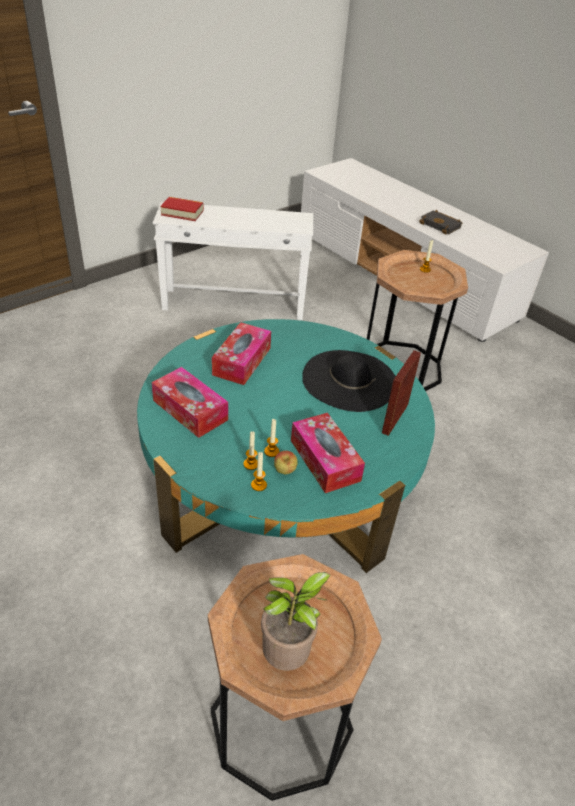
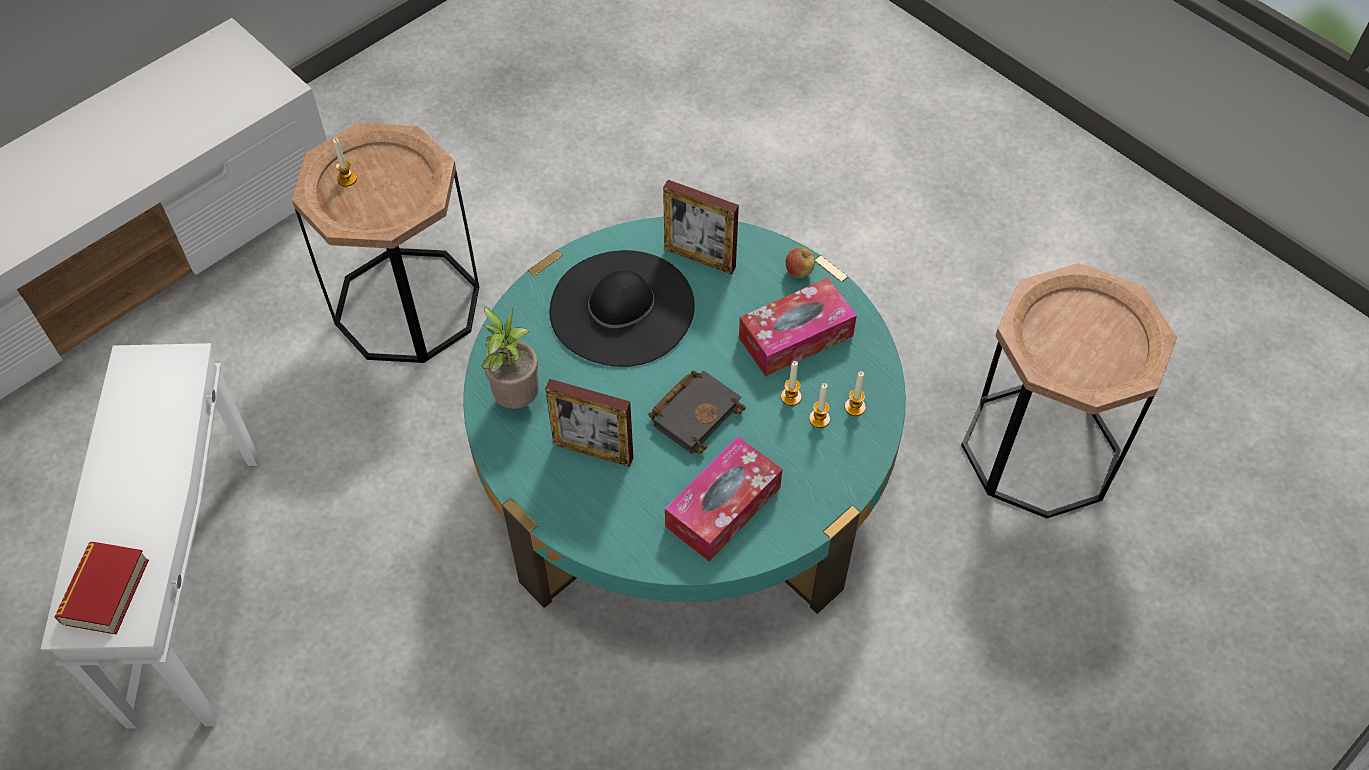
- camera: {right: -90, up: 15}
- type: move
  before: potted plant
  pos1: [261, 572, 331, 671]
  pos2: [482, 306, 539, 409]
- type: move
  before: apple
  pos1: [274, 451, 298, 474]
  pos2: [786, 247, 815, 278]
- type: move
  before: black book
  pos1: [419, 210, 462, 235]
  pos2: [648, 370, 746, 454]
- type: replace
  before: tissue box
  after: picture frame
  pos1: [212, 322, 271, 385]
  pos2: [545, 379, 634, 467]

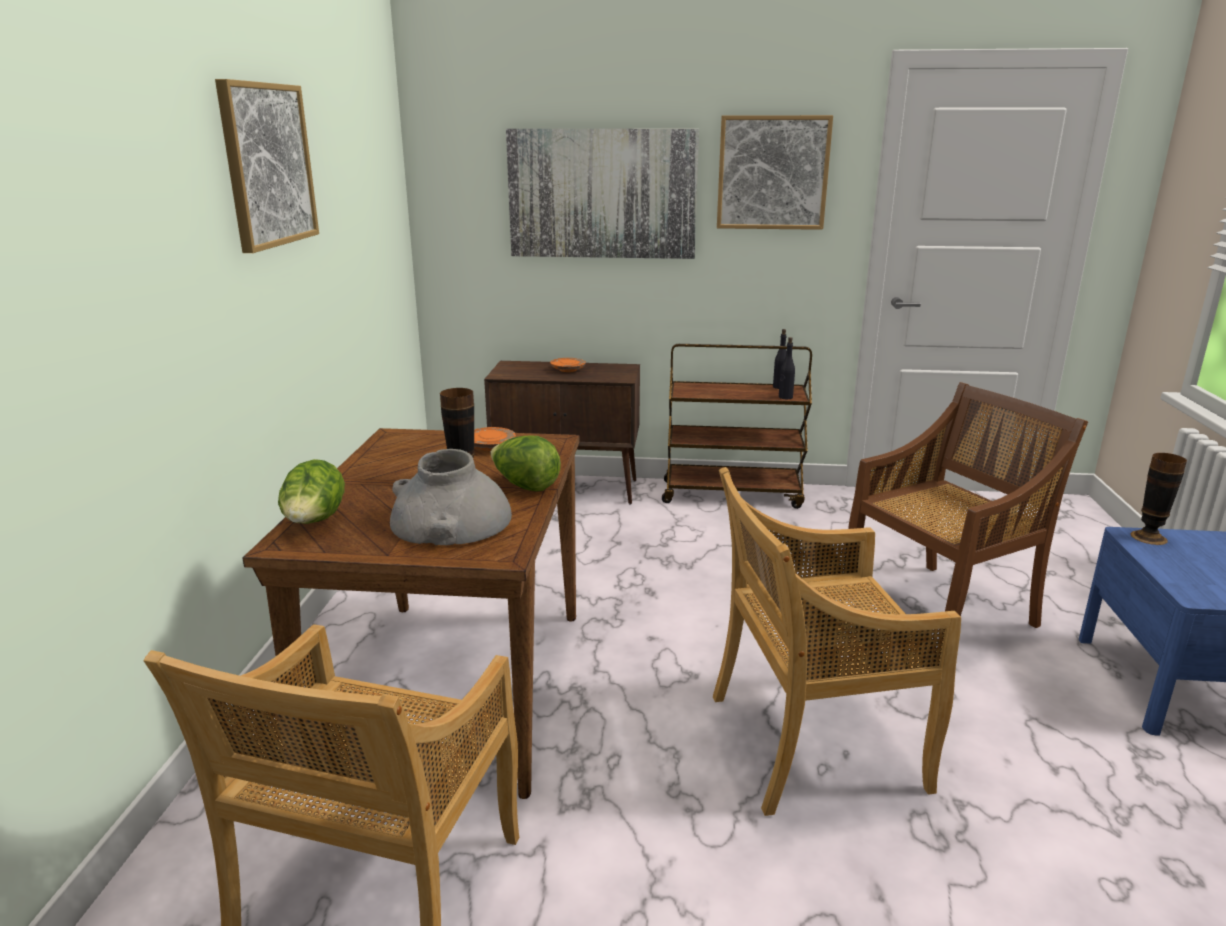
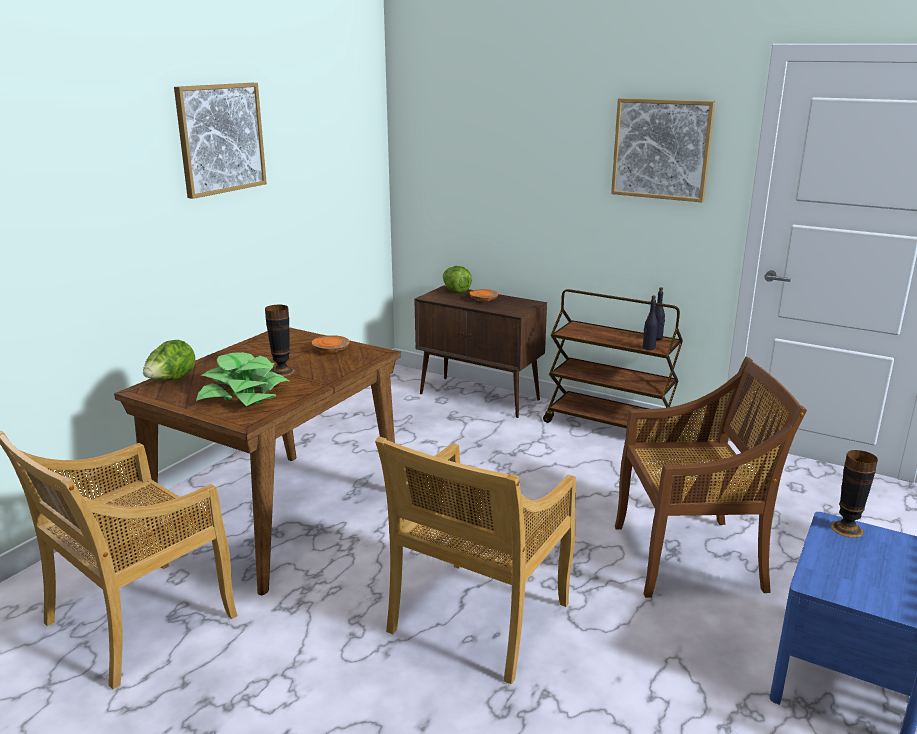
- camera: {right: 25, up: 0}
- type: delete
  before: picture
  pos1: [506, 129, 699, 259]
- type: move
  before: lettuce
  pos1: [490, 435, 561, 491]
  pos2: [443, 266, 472, 293]
- type: replace
  before: grey vase
  after: potted plant
  pos1: [390, 449, 512, 545]
  pos2: [196, 352, 291, 406]
- type: rotate
  before: beige chair
  pos1: [713, 467, 961, 816]
  pos2: [375, 437, 576, 684]
  turn: -75

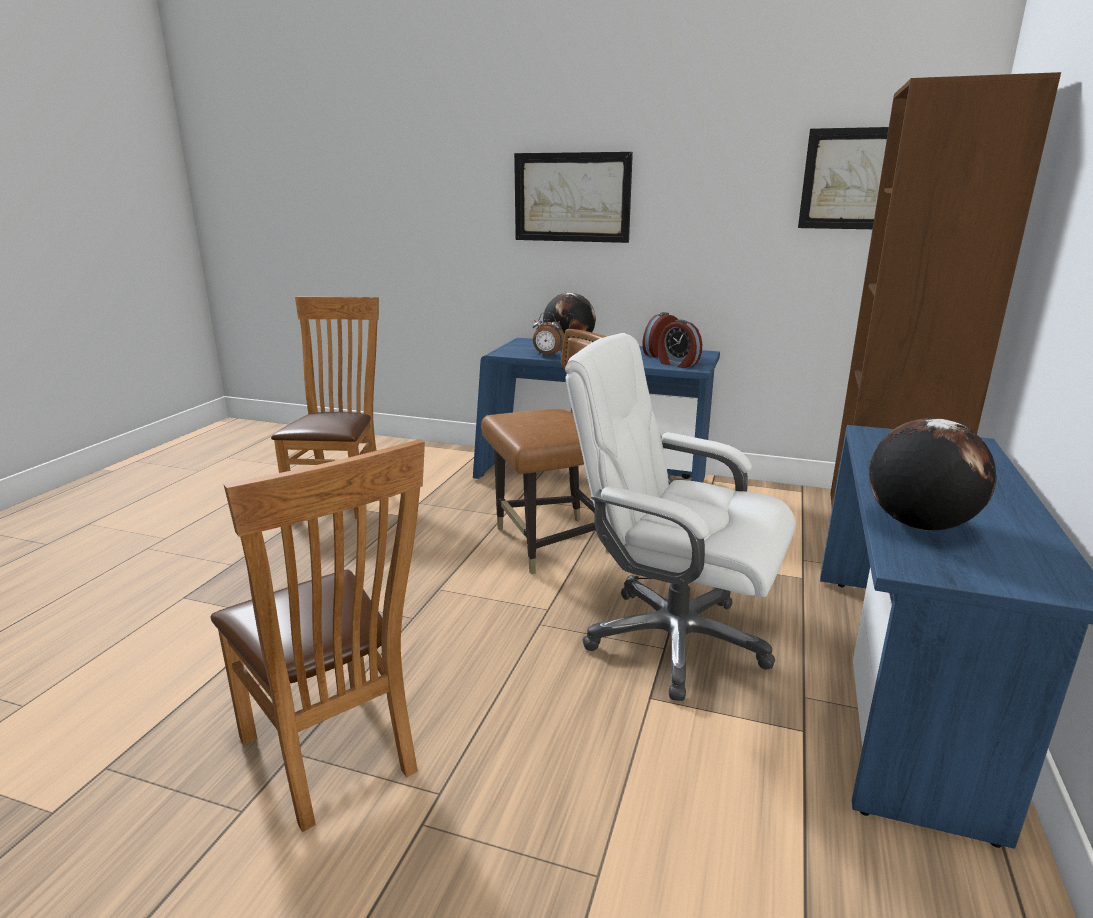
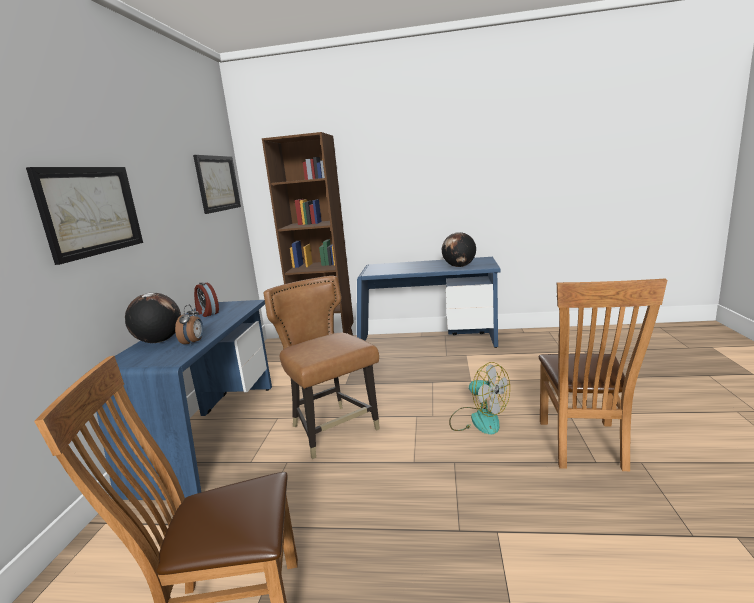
- camera: {right: -100, up: -5}
- type: delete
  before: white office chair
  pos1: [565, 333, 796, 701]
- type: delete
  before: alarm clock
  pos1: [658, 320, 702, 368]
- type: insert
  after: fan
  pos2: [449, 362, 510, 434]
- type: rotate
  before: brown chair
  pos1: [211, 439, 425, 832]
  pos2: [538, 279, 667, 471]
  turn: 150

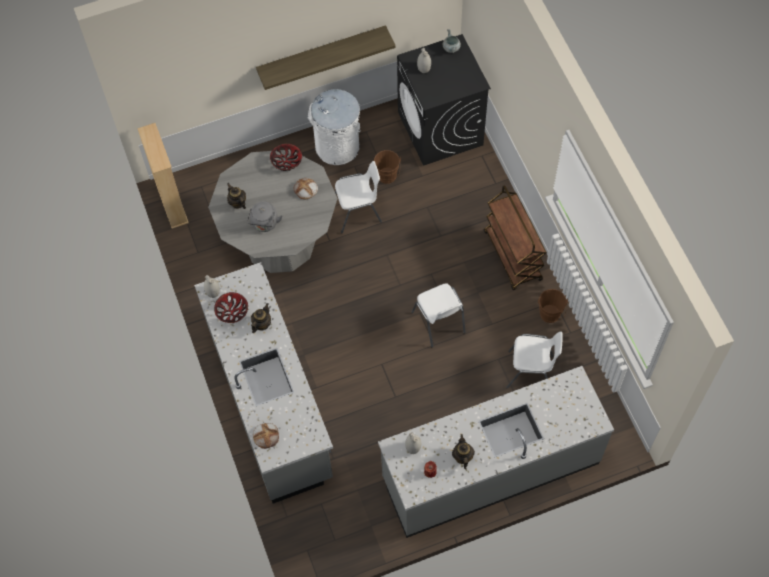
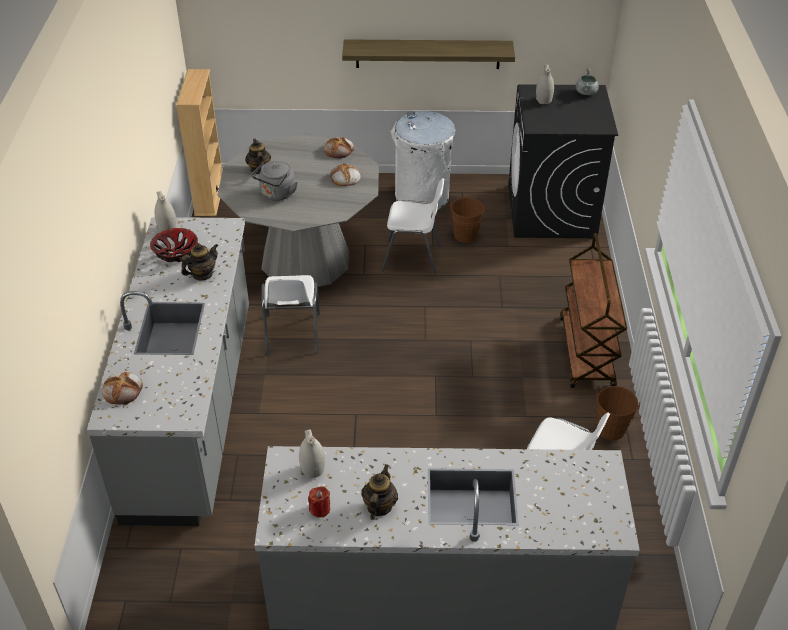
- camera: {right: 20, up: -20}
- type: move
  before: white chair
  pos1: [411, 283, 466, 347]
  pos2: [261, 275, 320, 355]
- type: replace
  before: bowl
  after: bread
  pos1: [270, 143, 302, 171]
  pos2: [324, 137, 354, 158]

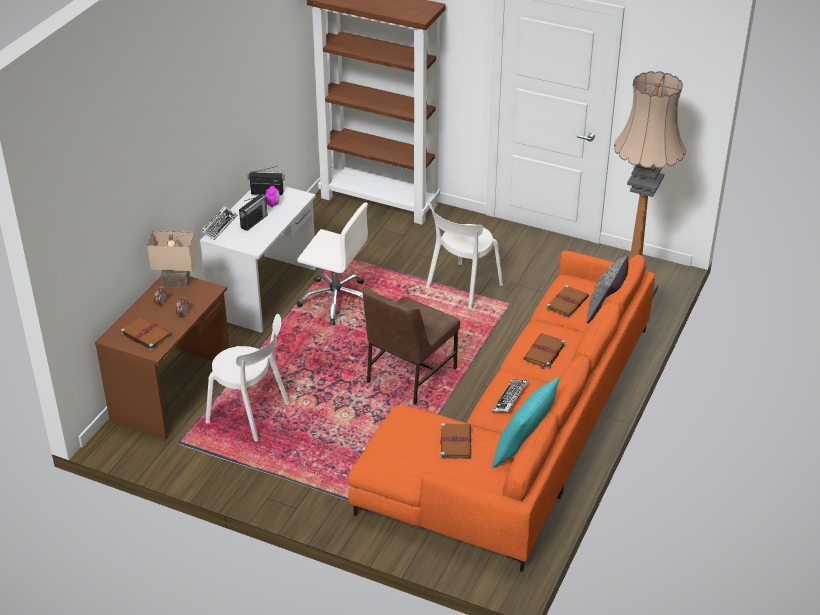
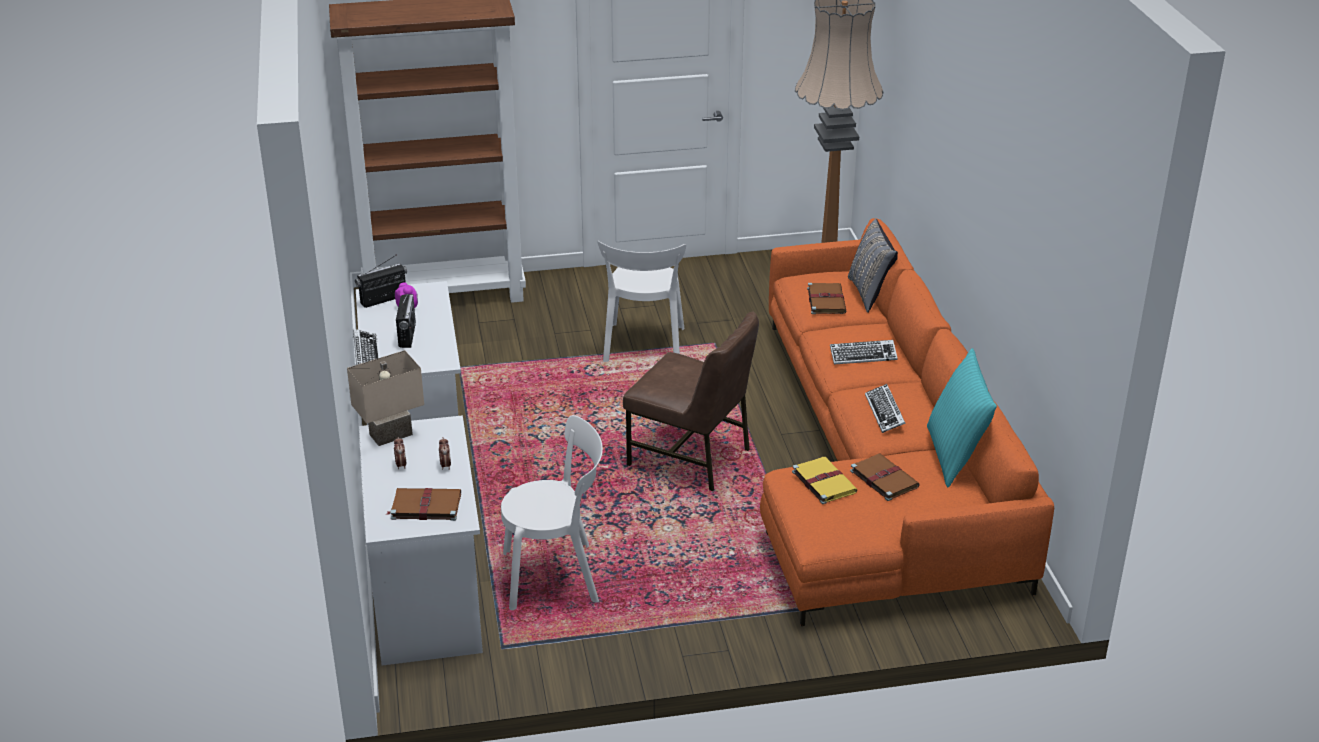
- camera: {right: -35, up: -5}
- type: delete
  before: white office chair
  pos1: [296, 202, 368, 325]
- type: insert
  after: yellow book
  pos2: [792, 457, 858, 504]
- type: replace
  before: brown book
  after: keyboard
  pos1: [523, 333, 566, 369]
  pos2: [830, 340, 898, 364]
- type: recolor
  before: brown desk
  after: white desk
  pos1: [95, 276, 230, 440]
  pos2: [359, 415, 483, 666]
- type: rotate
  before: brown chair
  pos1: [363, 287, 460, 405]
  pos2: [623, 312, 759, 491]
  turn: -60

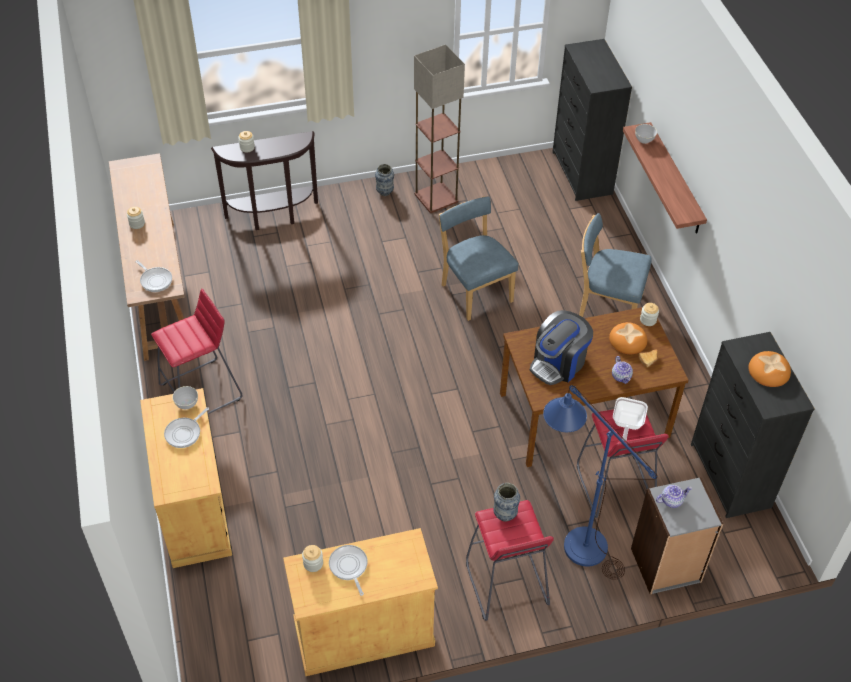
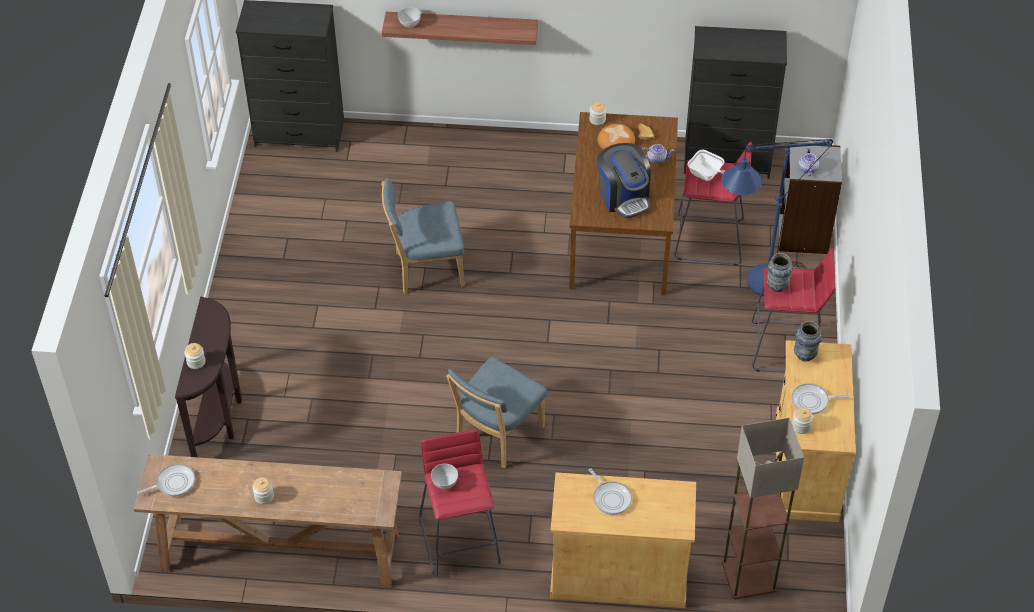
- camera: {right: -70, up: 0}
- type: delete
  before: bread
  pos1: [749, 351, 791, 387]
- type: move
  before: frying pan
  pos1: [136, 260, 172, 292]
  pos2: [137, 464, 195, 497]
- type: move
  before: grey bowl
  pos1: [172, 386, 198, 409]
  pos2: [431, 464, 458, 489]
- type: move
  before: vase
  pos1: [375, 164, 394, 196]
  pos2: [794, 321, 822, 362]
- type: move
  before: floor lamp
  pos1: [414, 45, 465, 213]
  pos2: [722, 418, 804, 600]
- type: move
  before: blue chair
  pos1: [579, 213, 652, 317]
  pos2: [446, 357, 547, 468]

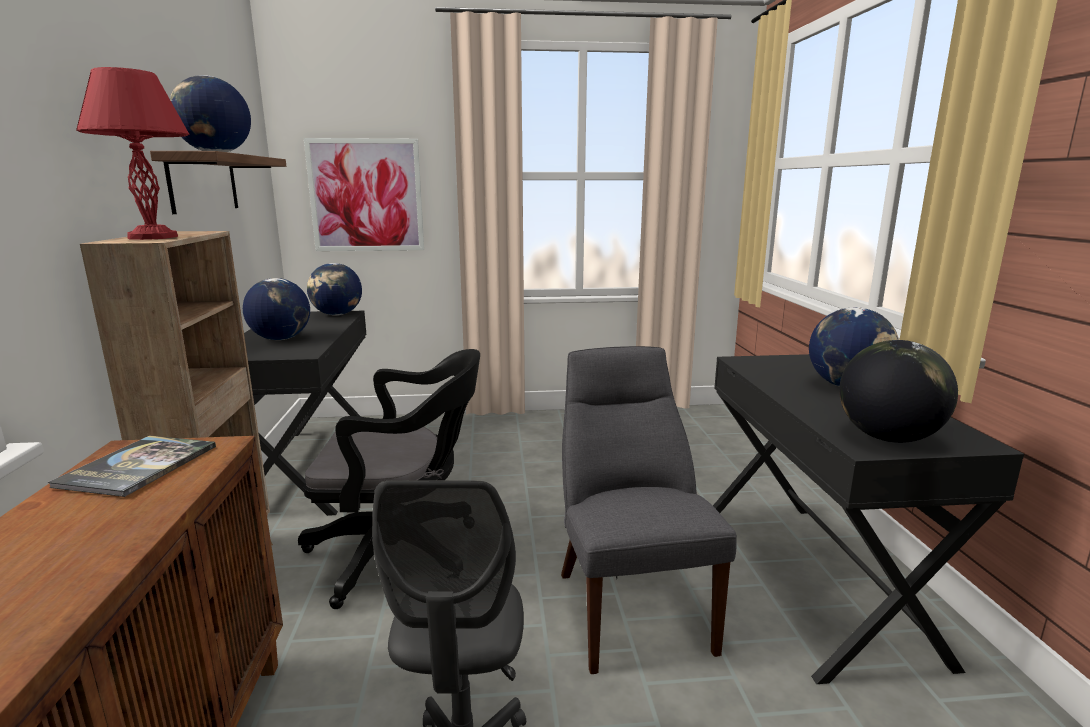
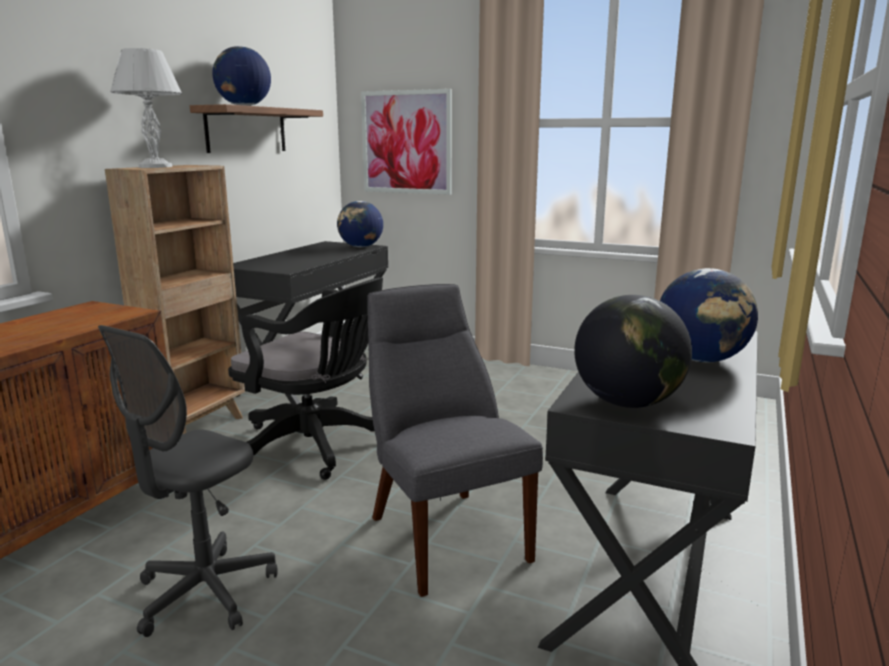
- camera: {right: 30, up: 0}
- type: delete
  before: book
  pos1: [48, 436, 216, 497]
- type: delete
  before: globe
  pos1: [243, 278, 310, 340]
- type: recolor
  before: red table lamp
  after: white table lamp
  pos1: [76, 67, 190, 240]
  pos2: [110, 48, 182, 168]
- type: rotate
  before: grey chair
  pos1: [561, 346, 737, 674]
  pos2: [367, 284, 543, 597]
  turn: -45

